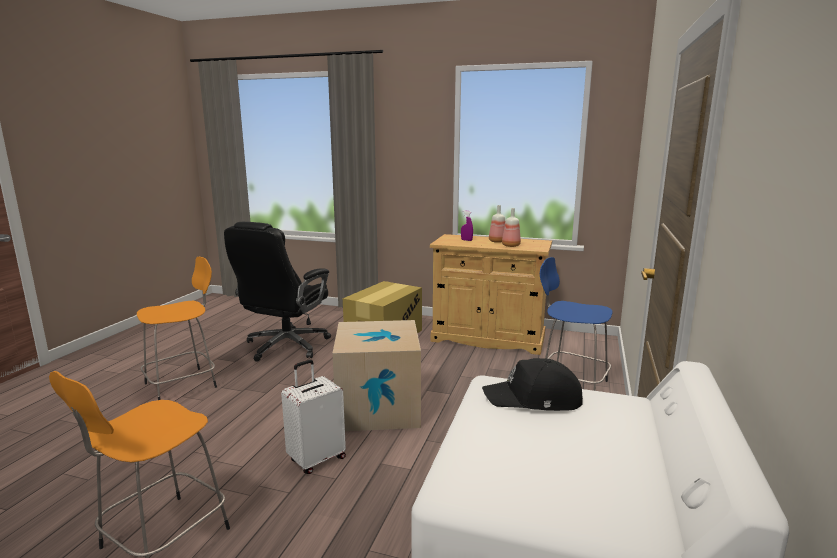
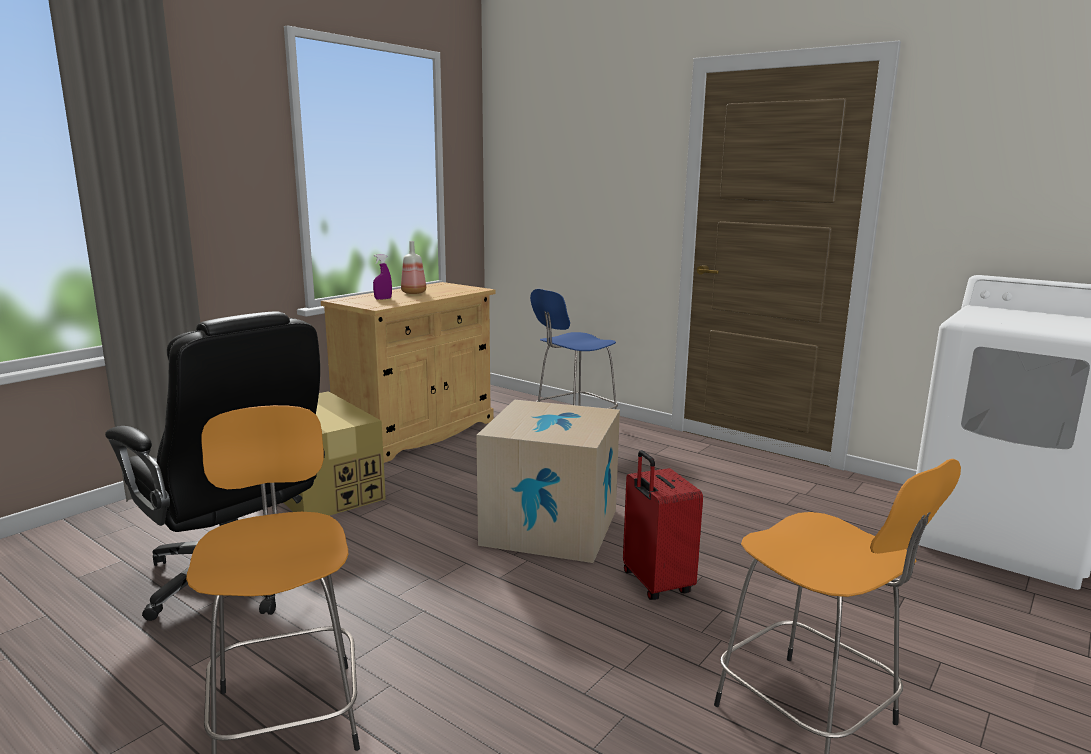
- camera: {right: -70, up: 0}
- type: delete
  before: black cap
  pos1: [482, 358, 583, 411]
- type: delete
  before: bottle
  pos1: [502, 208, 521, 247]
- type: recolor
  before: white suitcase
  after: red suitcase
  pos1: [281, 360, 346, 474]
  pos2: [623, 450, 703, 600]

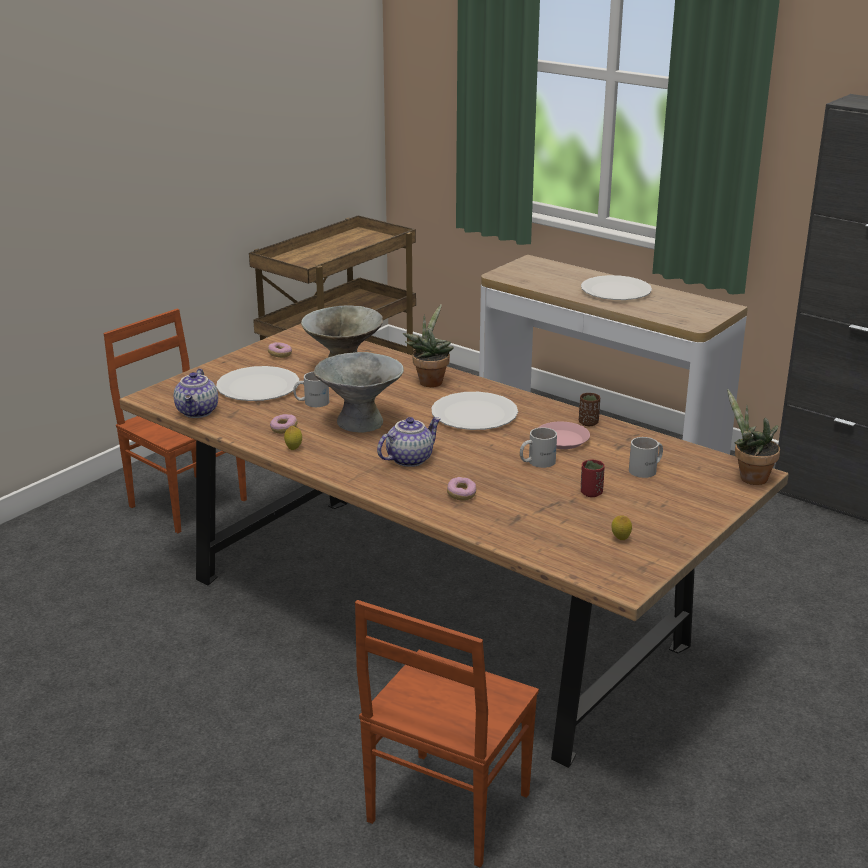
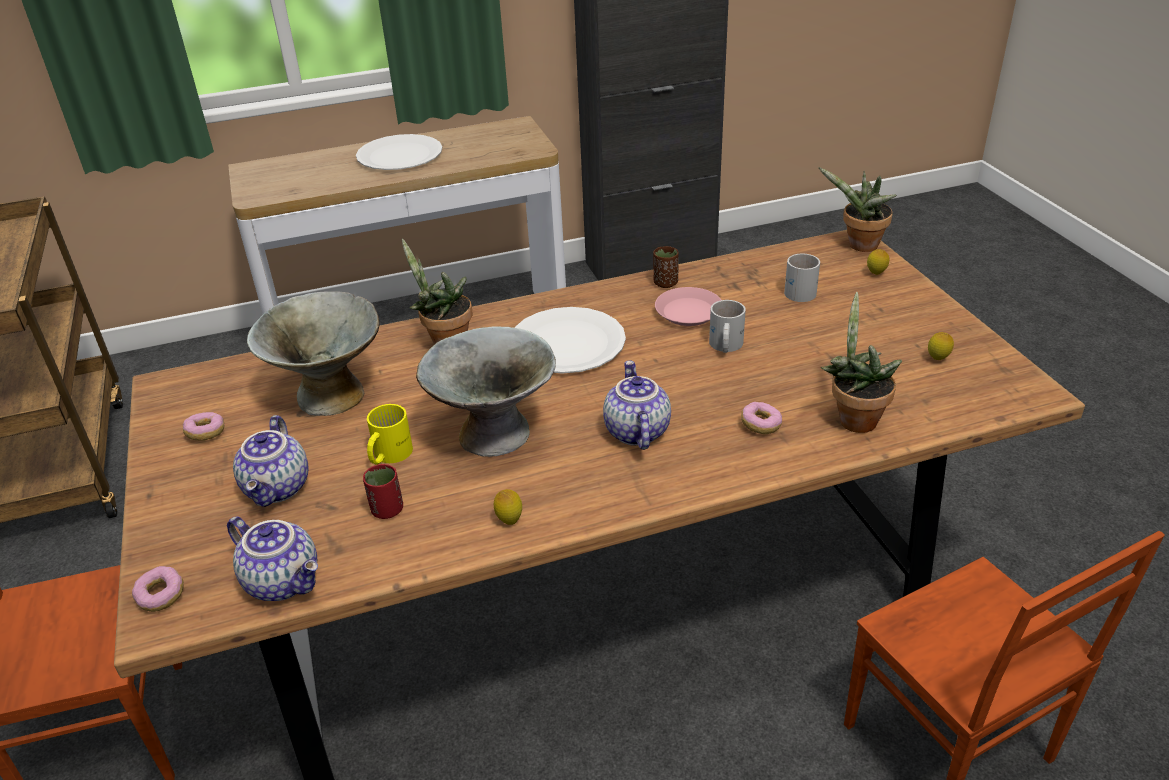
- camera: {right: -55, up: 10}
- type: insert
  after: potted plant
  pos2: [821, 292, 902, 433]
- type: insert
  after: lemon
  pos2: [867, 249, 889, 275]
- type: move
  before: donut
  pos1: [270, 414, 298, 434]
  pos2: [132, 566, 184, 612]
- type: move
  before: red cup
  pos1: [581, 460, 605, 497]
  pos2: [363, 464, 403, 519]
- type: replace
  before: white plate
  after: teapot
  pos1: [216, 366, 299, 401]
  pos2: [233, 415, 308, 507]
- type: recolor
  before: white mug
  after: yellow mug
  pos1: [293, 372, 329, 407]
  pos2: [367, 404, 413, 465]

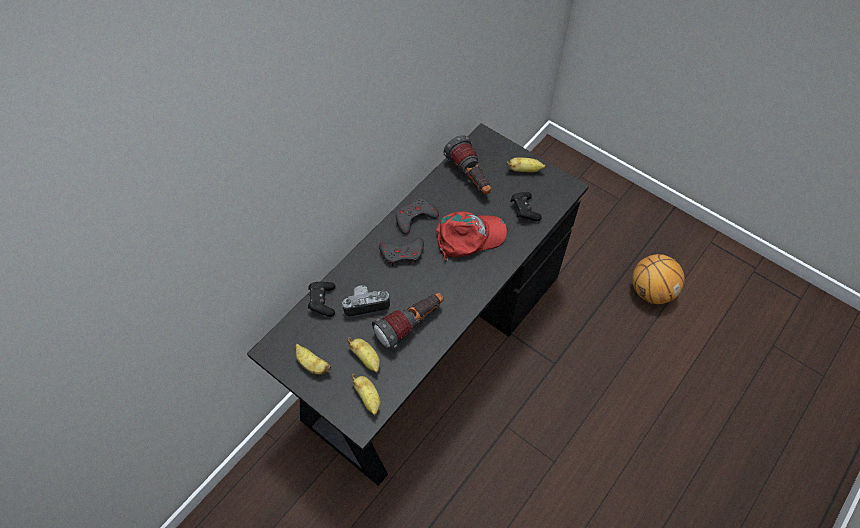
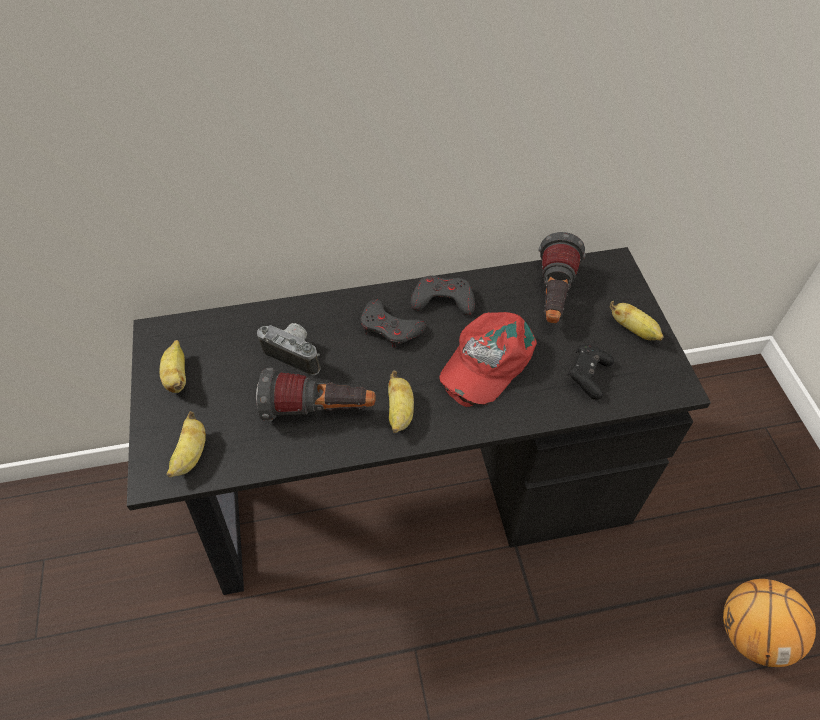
- camera: {right: 40, up: -5}
- type: delete
  before: black game controller
  pos1: [308, 282, 335, 317]
- type: move
  before: banana
  pos1: [347, 337, 380, 373]
  pos2: [388, 371, 414, 433]
- type: rotate
  before: red cap
  pos1: [436, 211, 508, 261]
  pos2: [440, 312, 537, 407]
  turn: 105

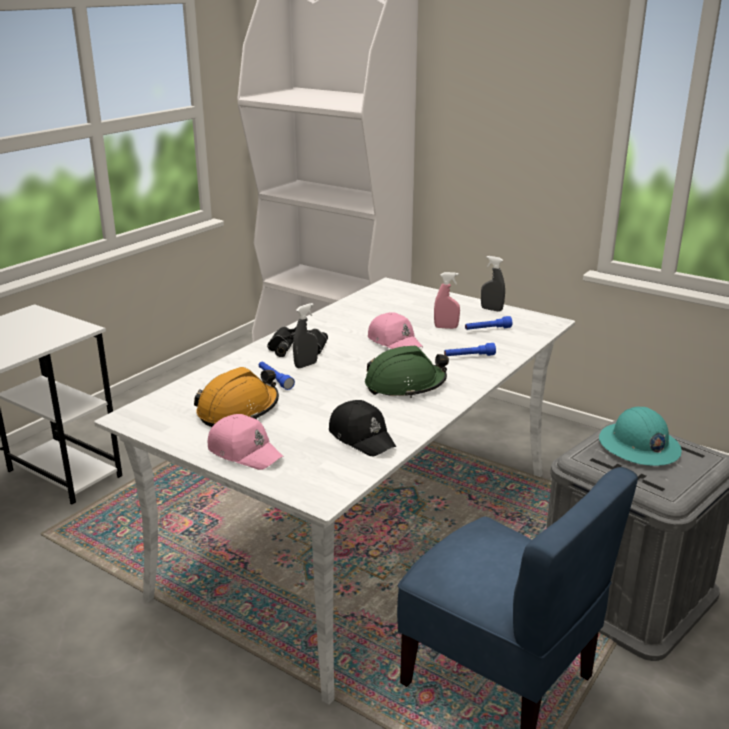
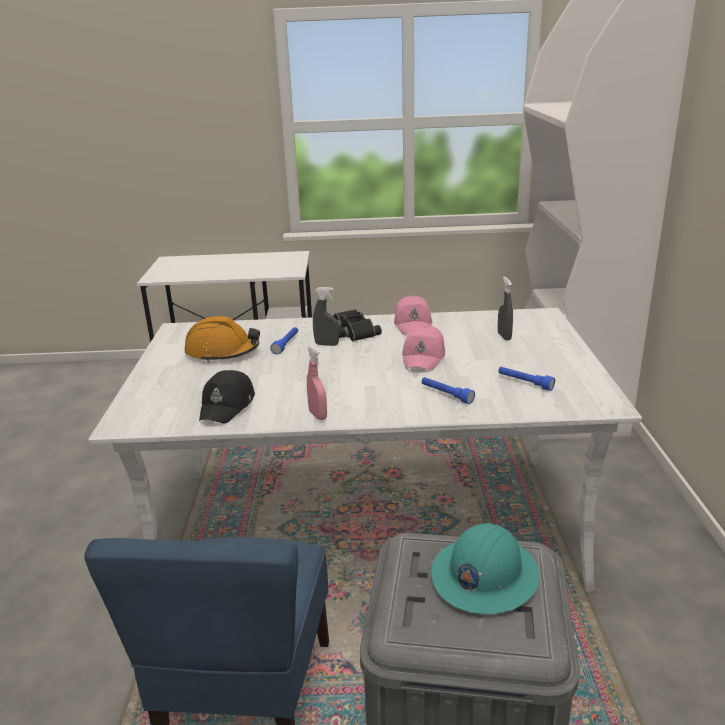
- camera: {right: 55, up: 0}
- type: delete
  before: green hard hat
  pos1: [365, 346, 449, 398]
- type: move
  before: pink cap
  pos1: [208, 414, 283, 470]
  pos2: [394, 296, 432, 335]
- type: move
  before: pink spray bottle
  pos1: [434, 272, 460, 329]
  pos2: [307, 346, 327, 420]
- type: move
  before: grey spray bottle
  pos1: [481, 256, 505, 312]
  pos2: [498, 276, 513, 341]

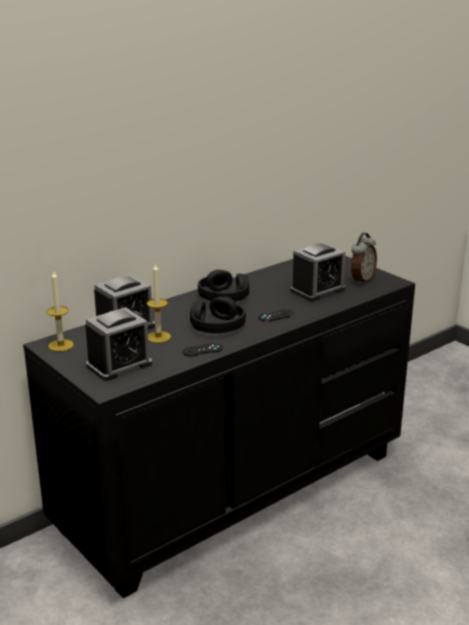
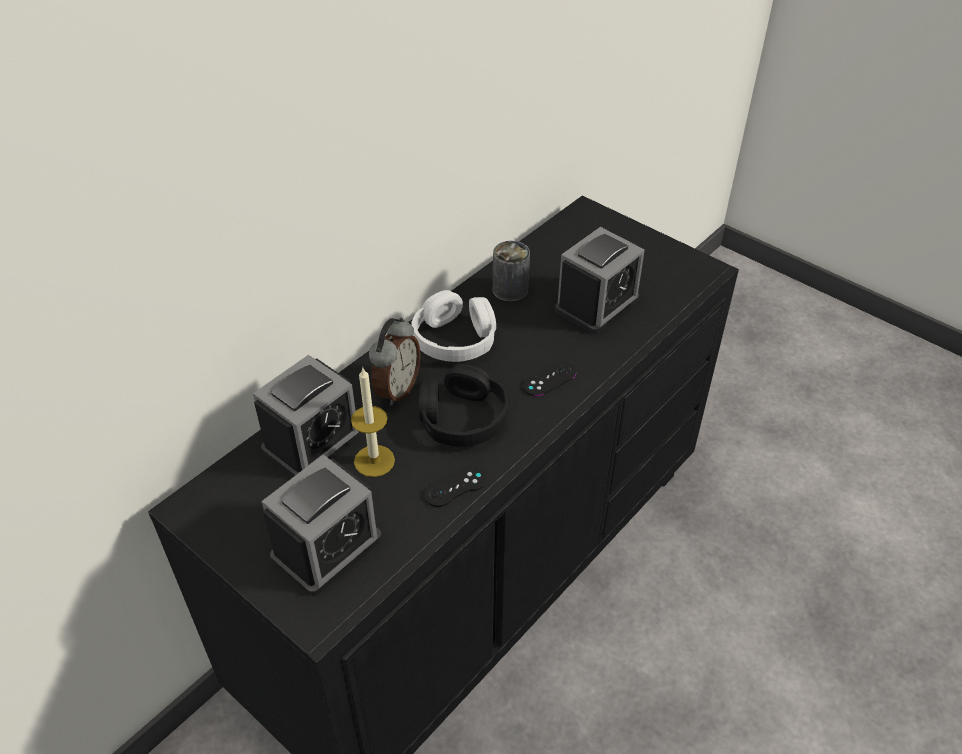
- camera: {right: -10, up: 20}
- type: delete
  before: candle
  pos1: [47, 271, 74, 352]
- type: insert
  after: can
  pos2: [493, 241, 530, 302]
- type: move
  before: alarm clock
  pos1: [351, 233, 377, 285]
  pos2: [369, 318, 421, 406]
- type: recolor
  before: black headphones
  after: white headphones
  pos1: [198, 270, 249, 302]
  pos2: [411, 290, 496, 362]

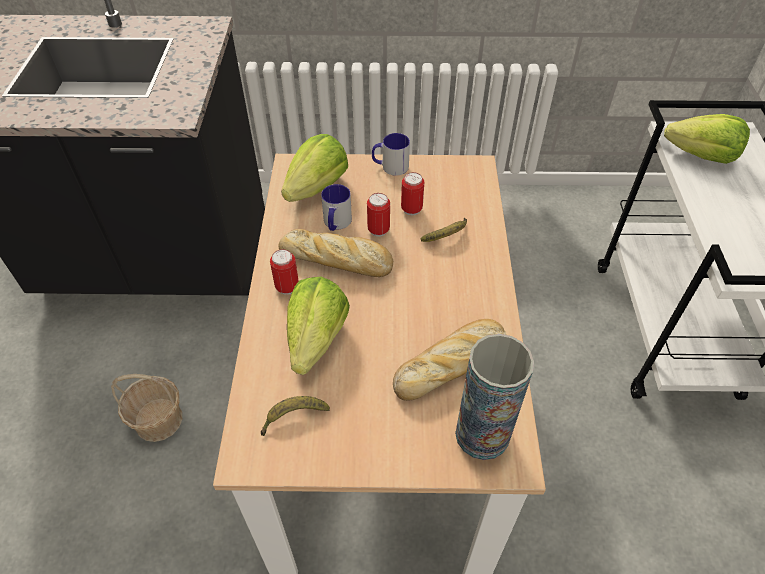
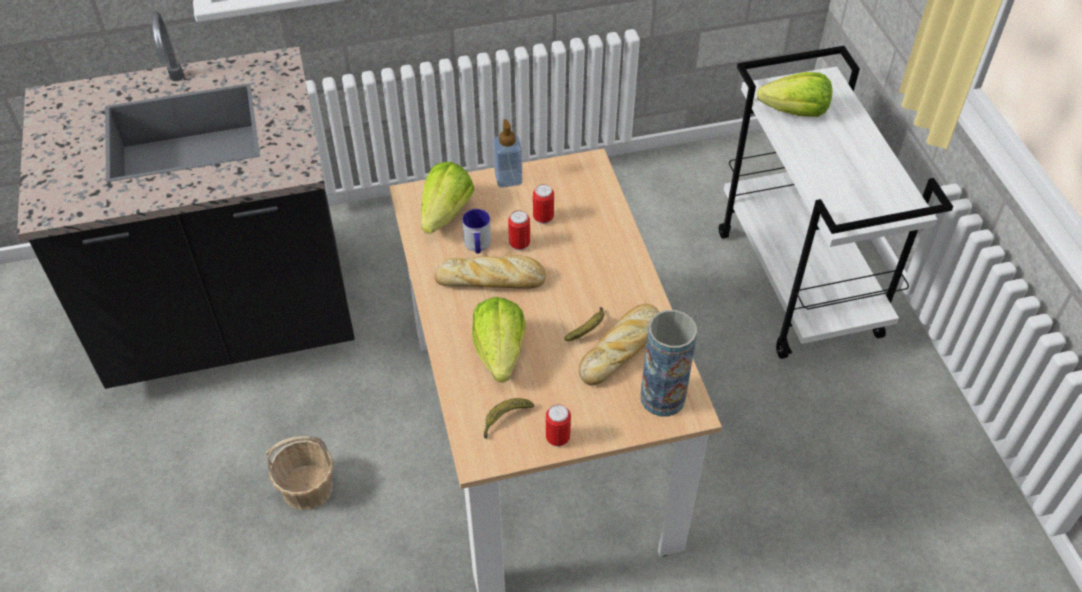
- camera: {right: -15, up: 0}
- type: move
  before: can
  pos1: [270, 249, 299, 295]
  pos2: [546, 404, 571, 447]
- type: move
  before: banana
  pos1: [421, 218, 467, 242]
  pos2: [564, 307, 605, 341]
- type: replace
  before: mug
  after: soap dispenser
  pos1: [372, 133, 410, 176]
  pos2: [493, 119, 522, 188]

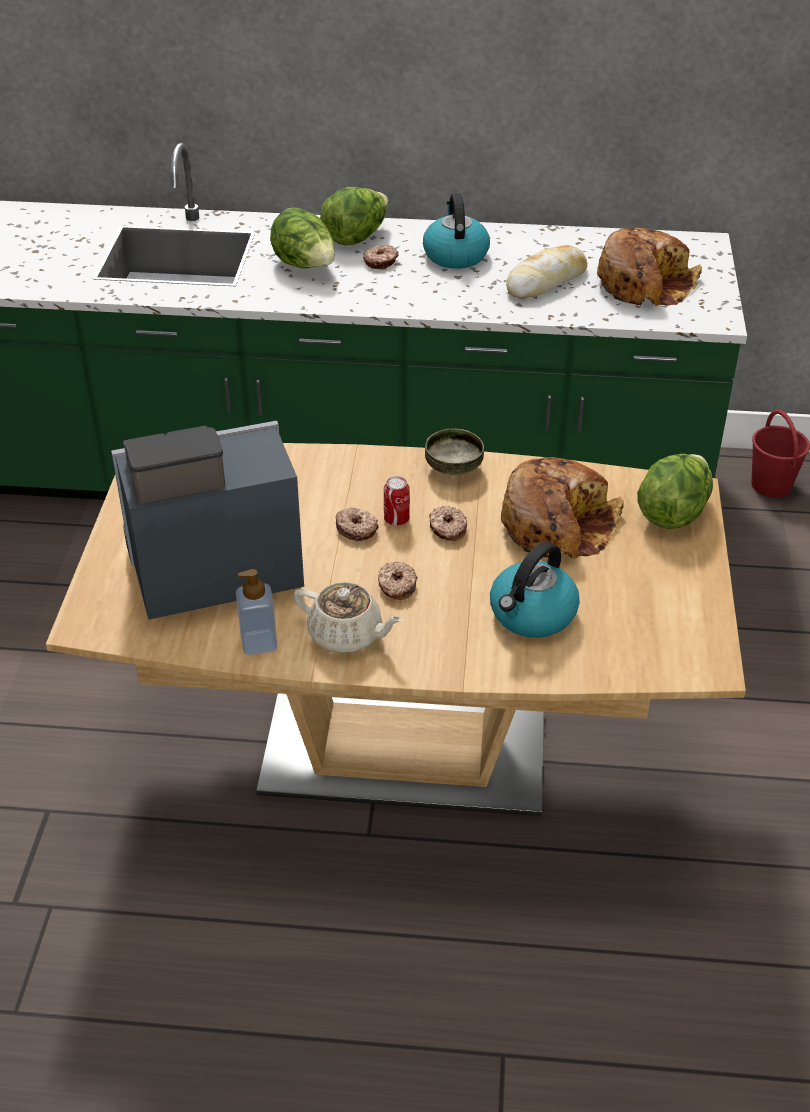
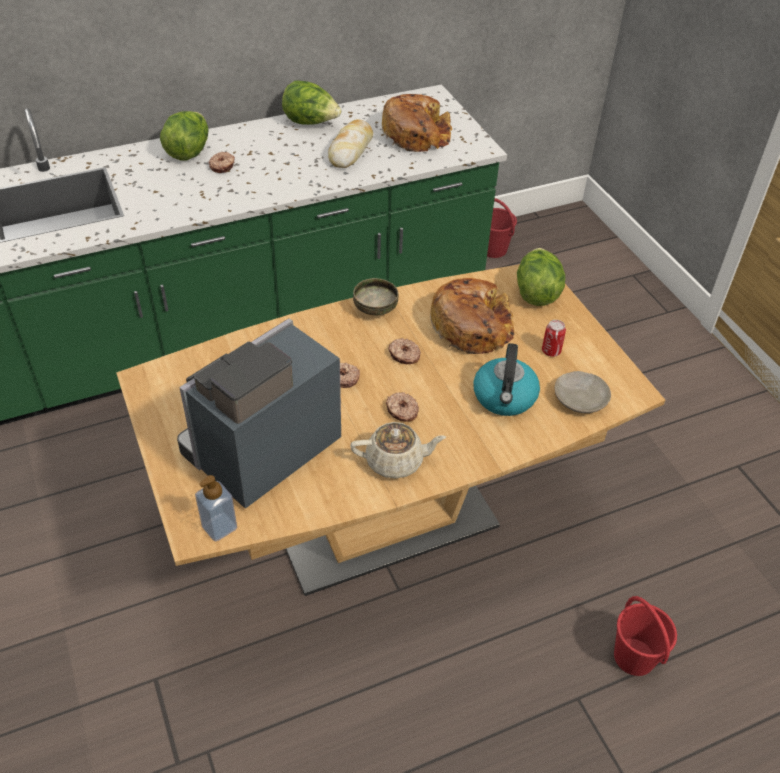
- camera: {right: -30, up: 5}
- type: delete
  before: kettle
  pos1: [423, 193, 490, 269]
- type: insert
  after: beige plate
  pos2: [555, 371, 611, 413]
- type: insert
  after: red bucket
  pos2: [614, 596, 677, 676]
- type: move
  before: soap dispenser
  pos1: [236, 569, 277, 655]
  pos2: [195, 475, 237, 541]
- type: move
  before: lettuce
  pos1: [270, 207, 335, 269]
  pos2: [282, 80, 341, 125]
- type: move
  before: can
  pos1: [384, 476, 410, 526]
  pos2: [542, 320, 566, 357]

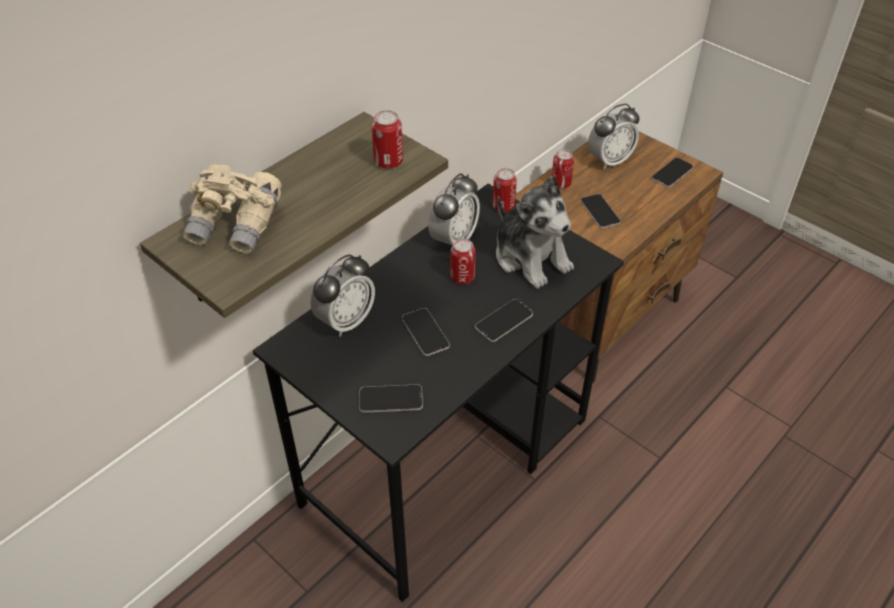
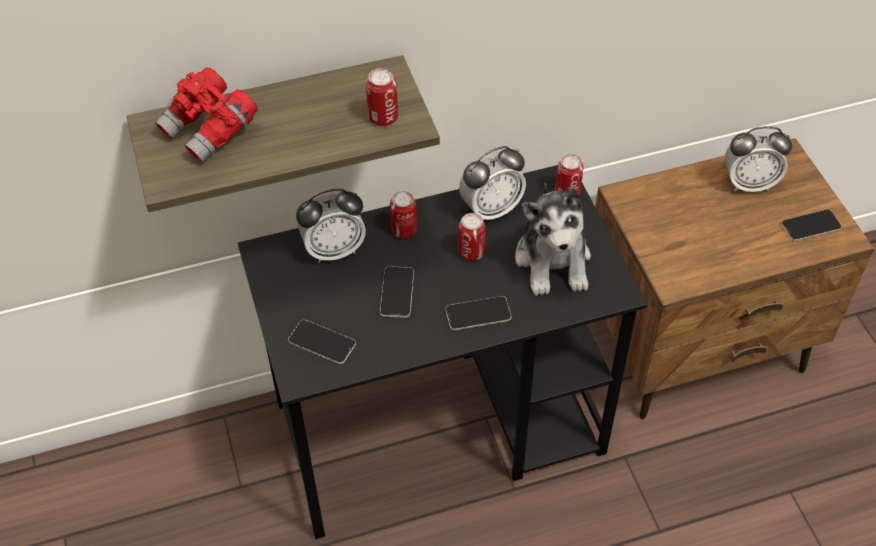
- camera: {right: 30, up: 5}
- type: delete
  before: phone
  pos1: [580, 194, 621, 228]
- type: move
  before: can
  pos1: [552, 149, 574, 189]
  pos2: [390, 191, 417, 238]
- type: recolor
  before: beige binoculars
  after: red binoculars
  pos1: [182, 165, 282, 254]
  pos2: [155, 67, 258, 162]

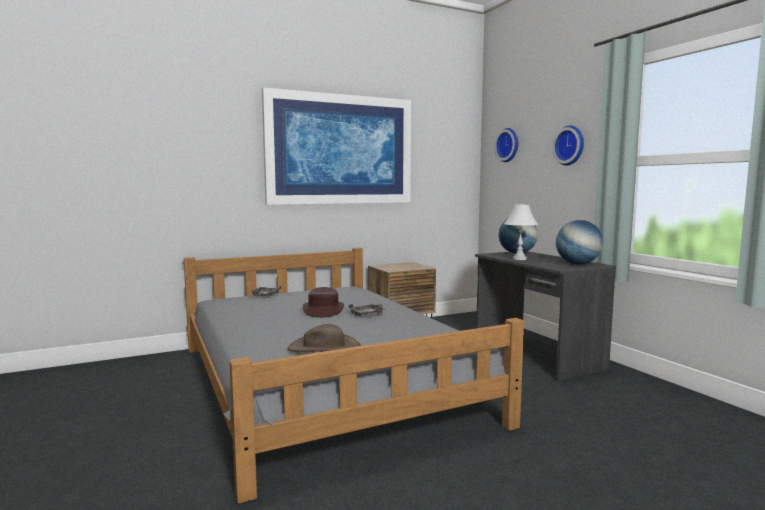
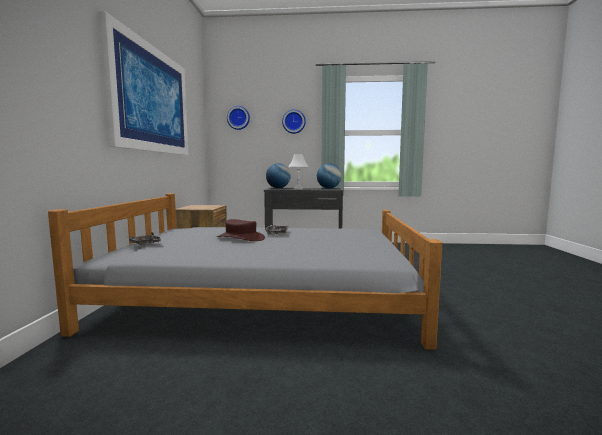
- camera: {right: -60, up: 0}
- type: delete
  before: brown hat
  pos1: [287, 324, 361, 352]

